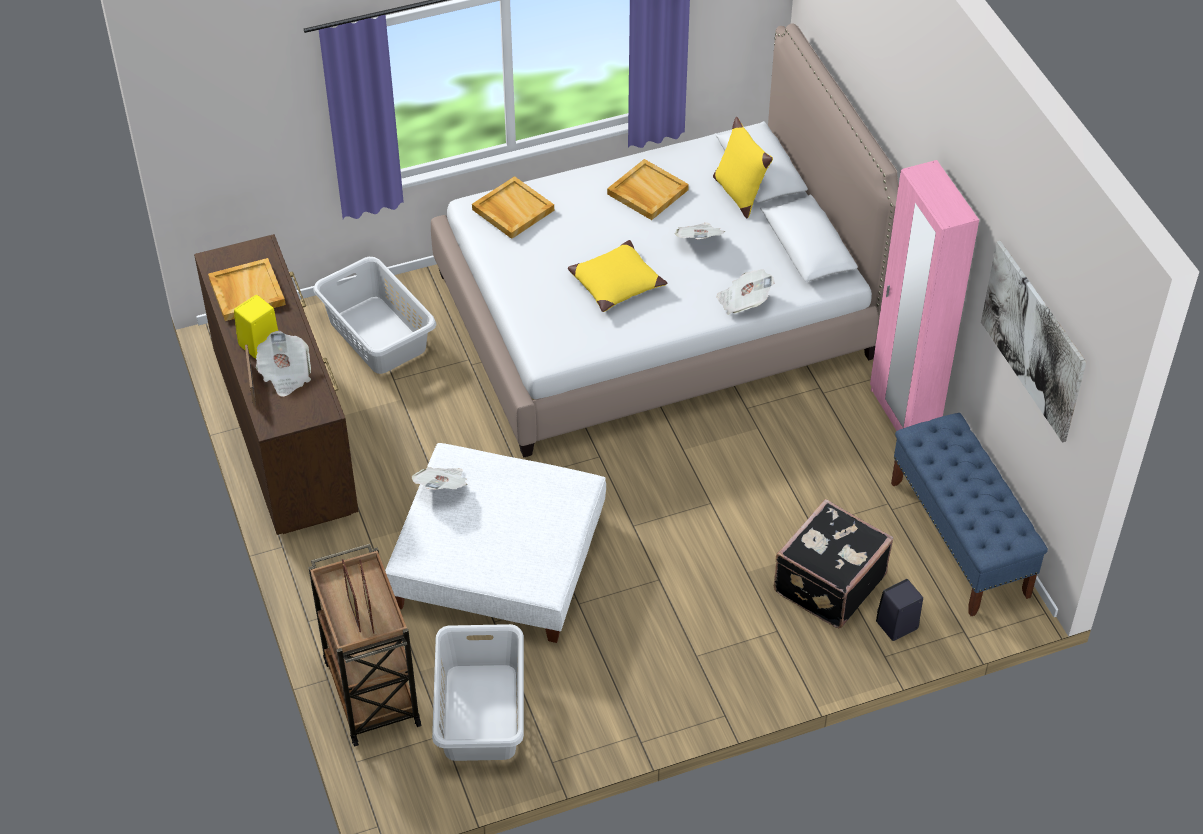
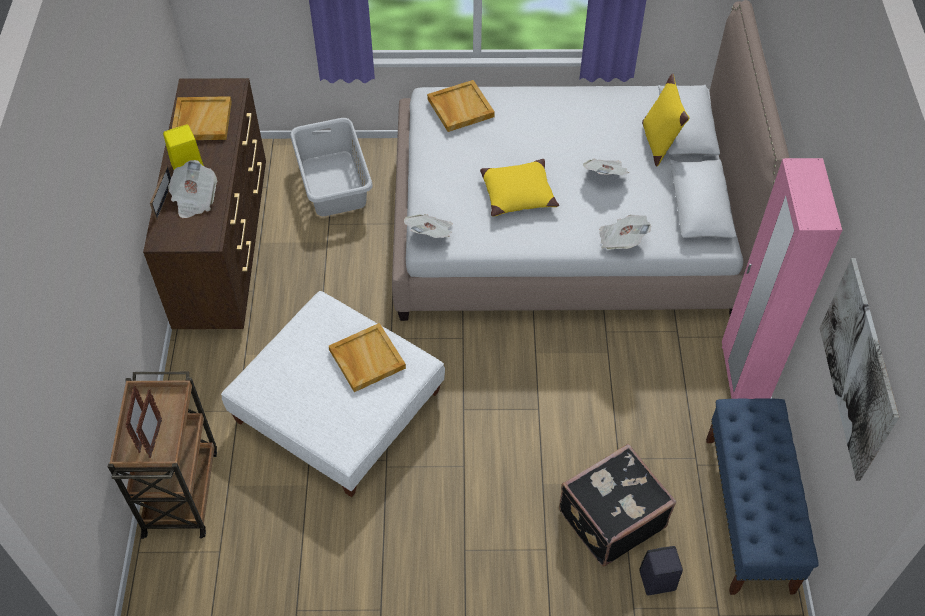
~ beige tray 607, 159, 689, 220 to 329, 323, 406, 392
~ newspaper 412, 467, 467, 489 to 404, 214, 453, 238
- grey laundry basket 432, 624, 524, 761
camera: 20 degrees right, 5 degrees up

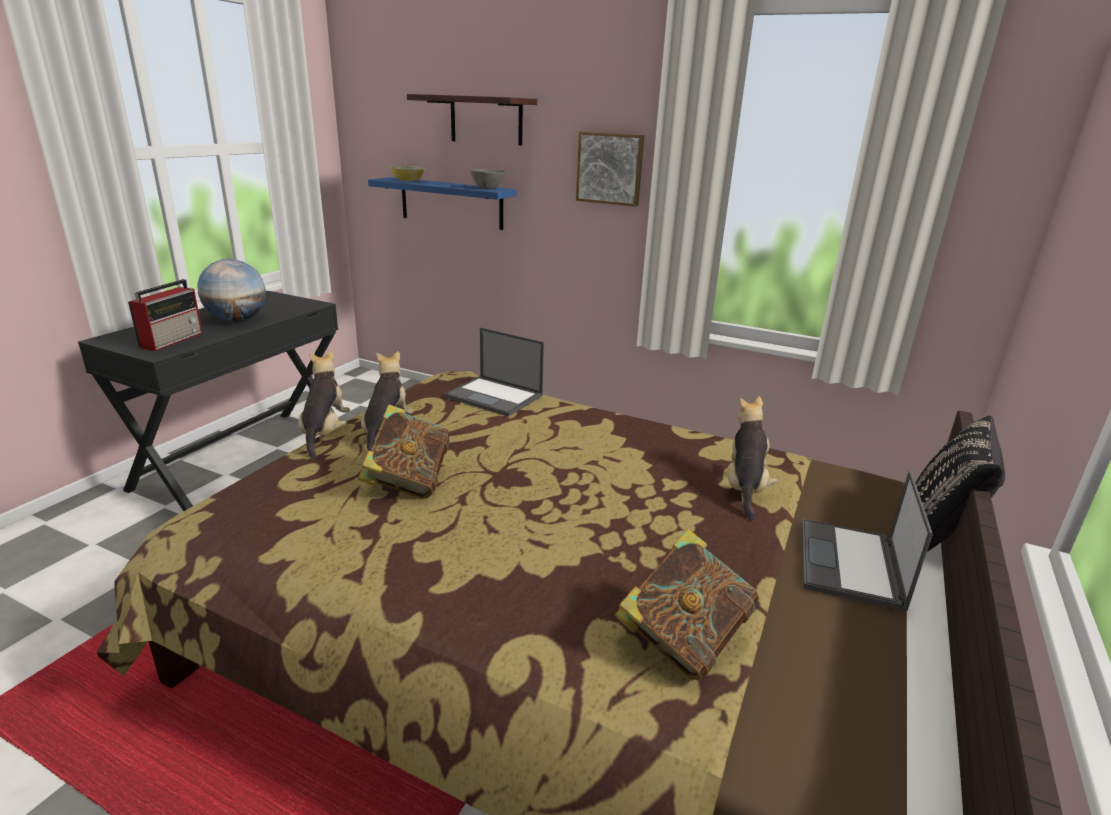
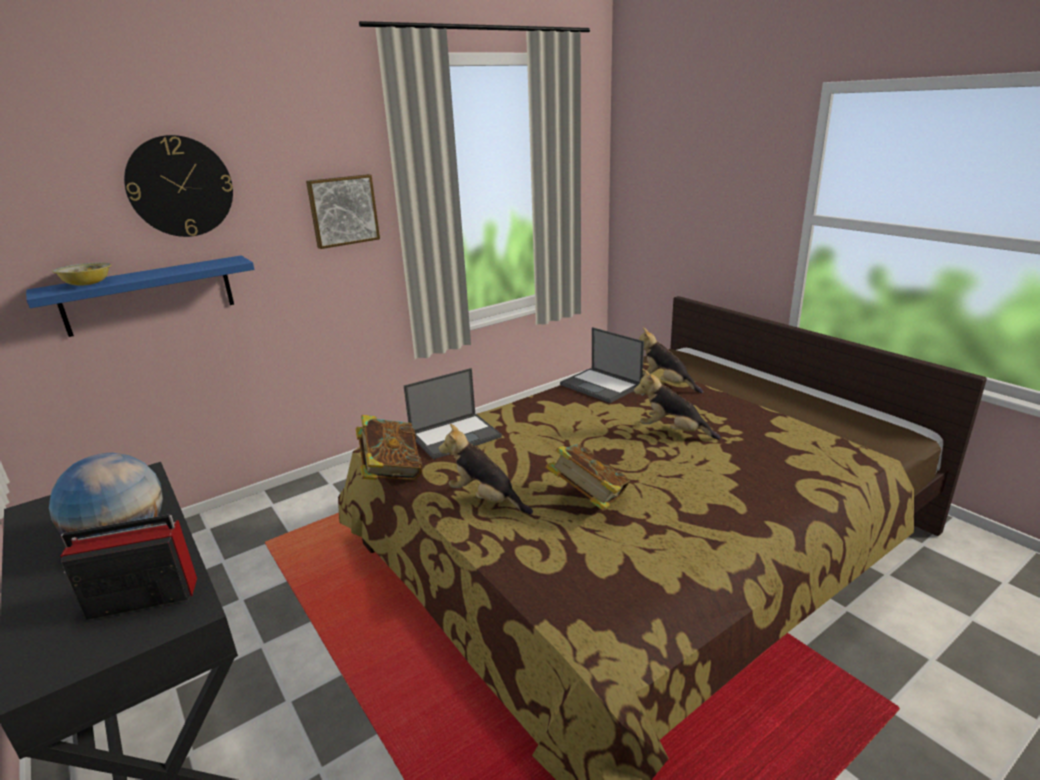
~ shelf 407, 94, 537, 146 to wall clock 124, 135, 233, 237
- grey bowl 470, 169, 506, 189
~ radio 128, 279, 203, 351 = 61, 515, 197, 620 60 degrees counterclockwise
~ plush toy 298, 350, 350, 459 to 634, 369, 721, 439
- black pillow 916, 416, 1005, 552
~ laptop 802, 470, 933, 611 to 560, 327, 644, 403
~ book 615, 529, 759, 680 to 356, 415, 422, 480
camera: 60 degrees left, 0 degrees up

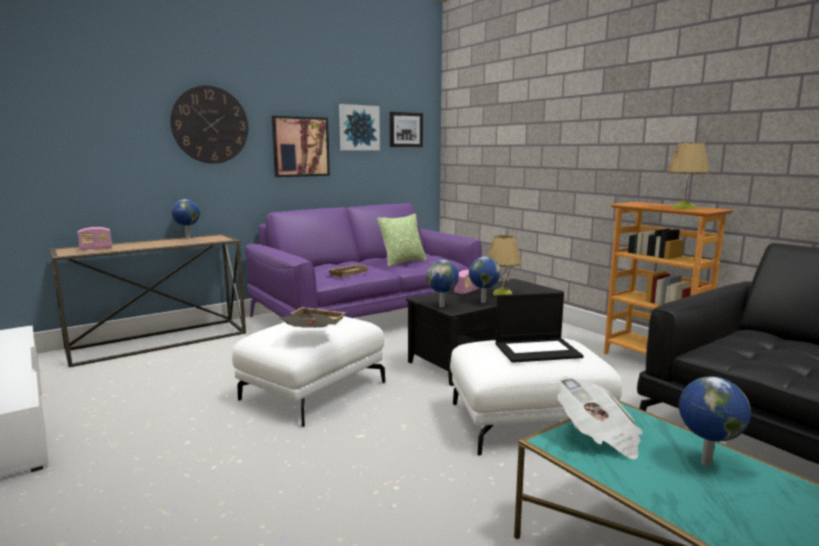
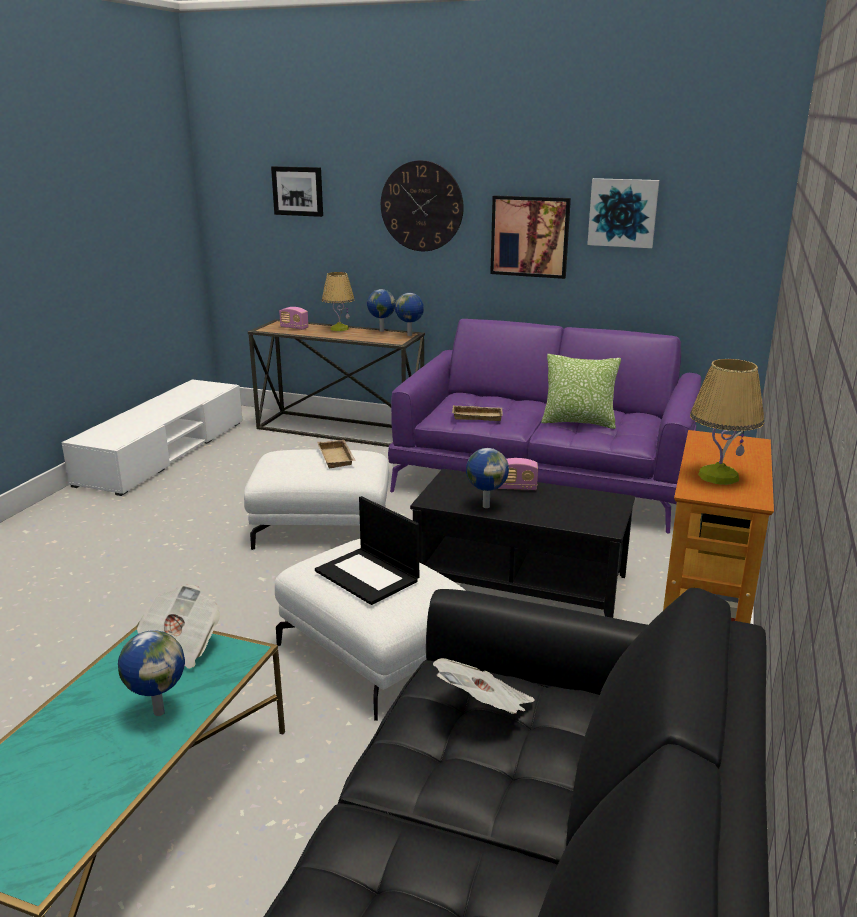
~ picture 390, 112, 423, 147 to 271, 166, 323, 217
~ table lamp 488, 235, 521, 296 to 322, 272, 355, 331
~ globe 426, 260, 459, 308 to 395, 293, 424, 336
~ newspaper 279, 313, 337, 328 to 433, 658, 535, 714
camera: 55 degrees right, 10 degrees up

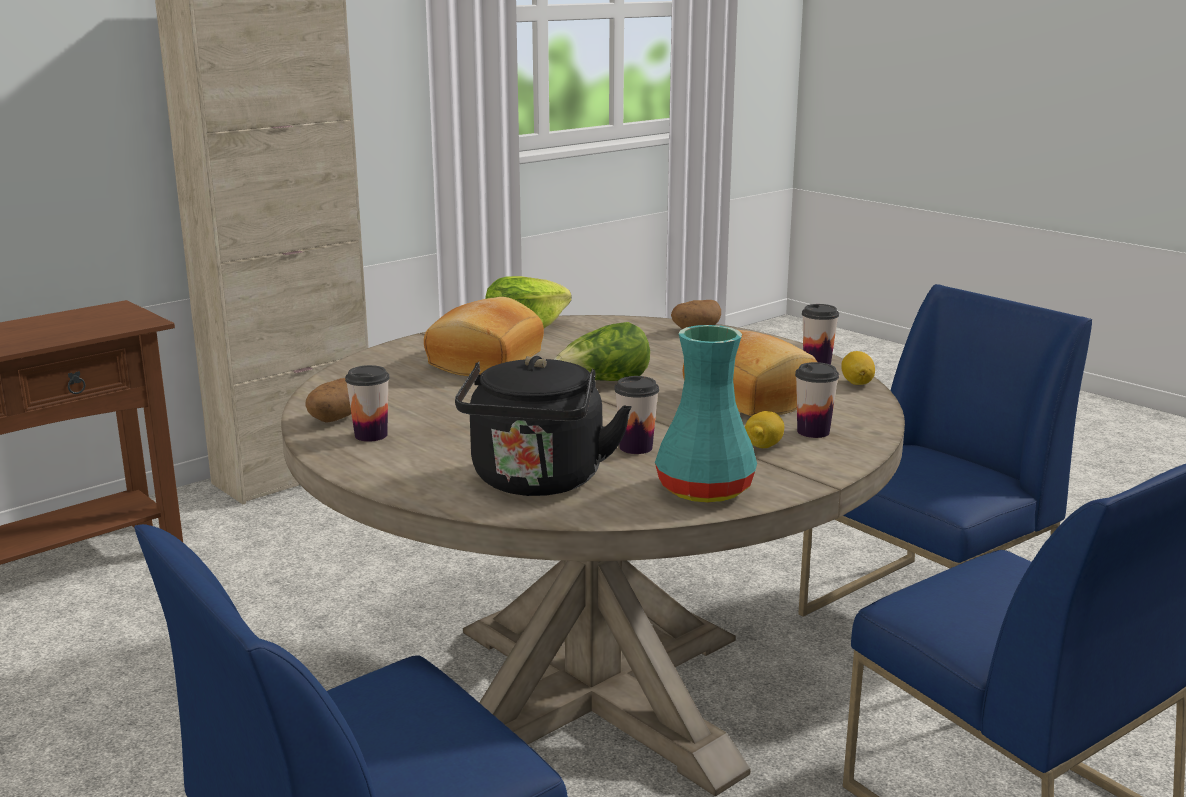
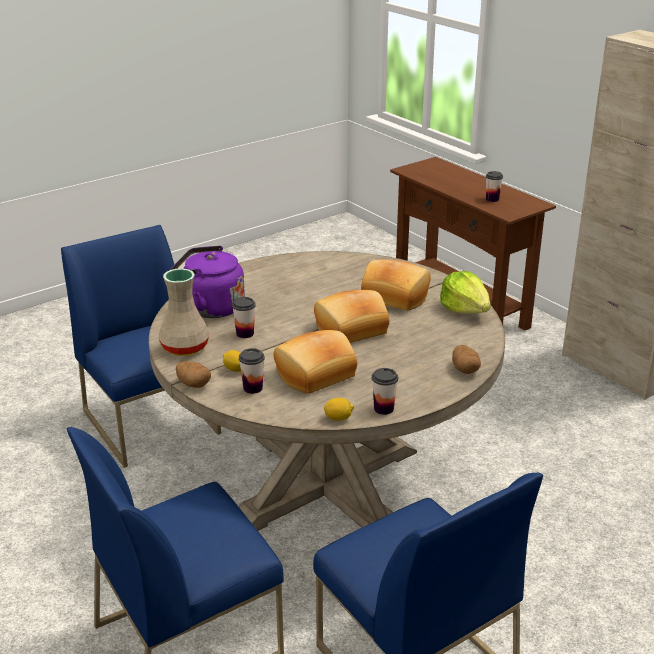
~ lettuce 554, 322, 650, 381 to bread 314, 290, 389, 343
~ turquoise vase 655, 325, 757, 503 to beige vase 159, 268, 209, 356
~ black kettle 455, 356, 632, 496 to purple kettle 170, 245, 245, 318
~ cup 345, 365, 390, 442 to 486, 171, 503, 202
~ potato 305, 378, 351, 423 to 176, 361, 211, 388
camera: 95 degrees right, 10 degrees up

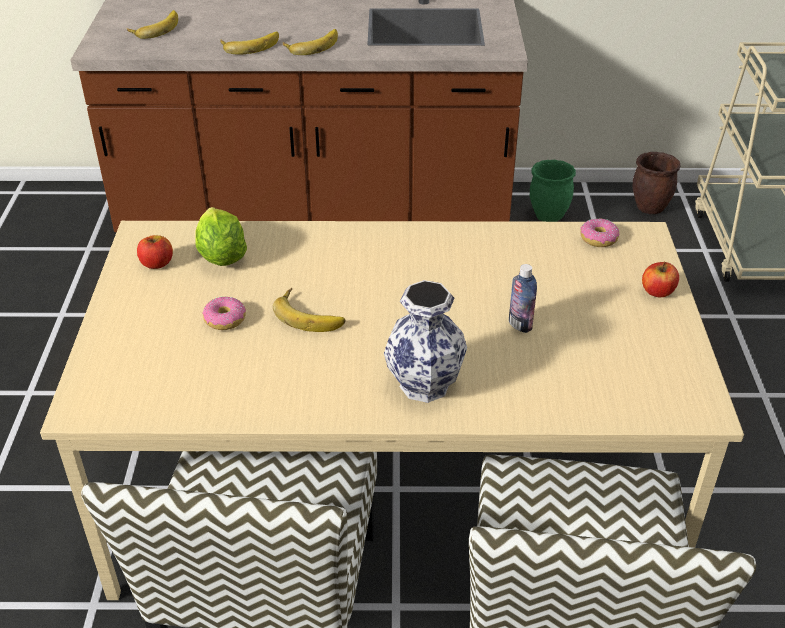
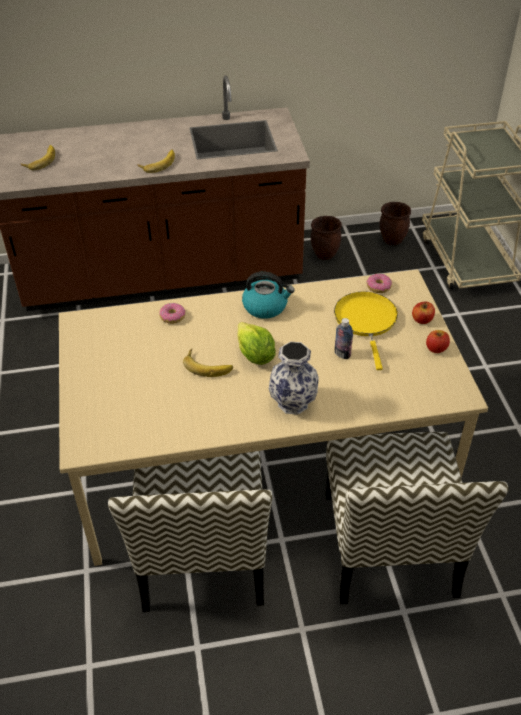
- banana 220, 32, 279, 55
~ green planter 530, 160, 576, 222 to brown planter 311, 216, 342, 260
~ lettuce 195, 207, 247, 266 to 237, 322, 276, 365
~ apple 137, 235, 173, 269 to 426, 330, 450, 353
~ donut 202, 296, 246, 330 to 159, 303, 185, 324
+ kettle 242, 272, 295, 319
+ yellow frying pan 334, 292, 398, 370
camera: 10 degrees left, 5 degrees up

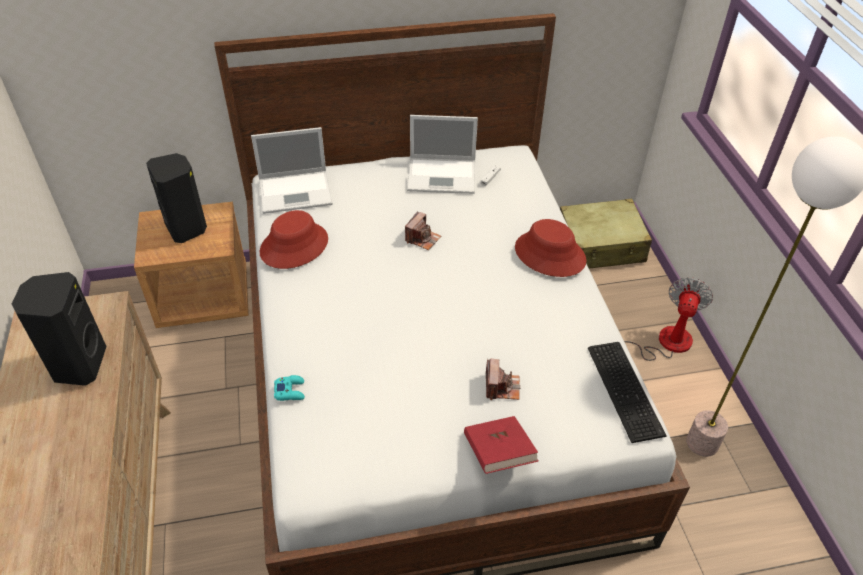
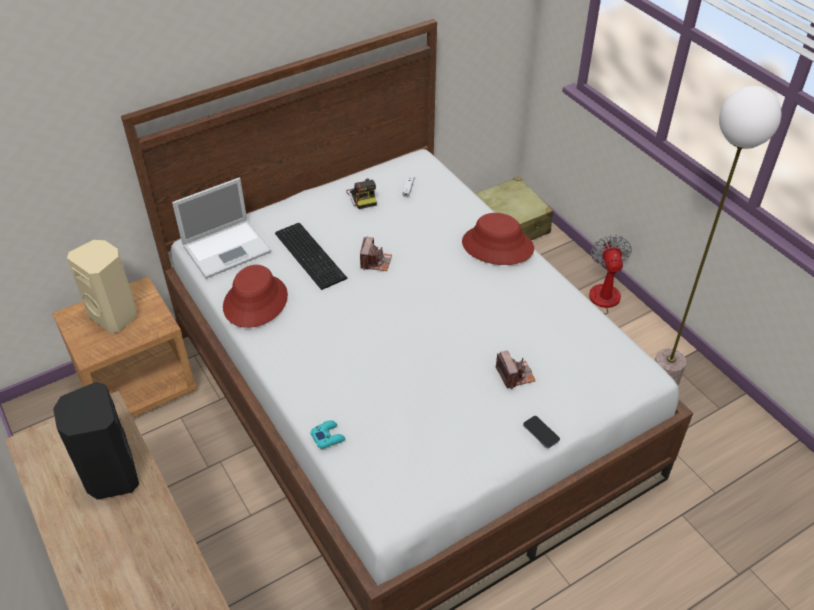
~ laptop 407, 115, 478, 194 to photo camera 346, 178, 377, 209
~ black speaker 146, 153, 207, 243 to beige speaker 67, 240, 137, 333
~ keyboard 588, 342, 666, 443 to 275, 223, 348, 290
~ red book 464, 416, 539, 474 to phone 523, 416, 560, 448
camera: 20 degrees left, 0 degrees up

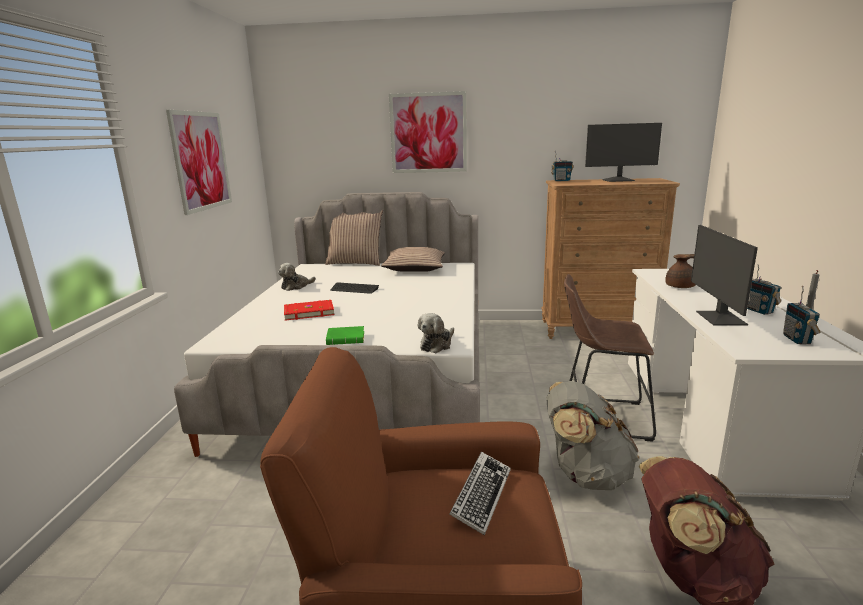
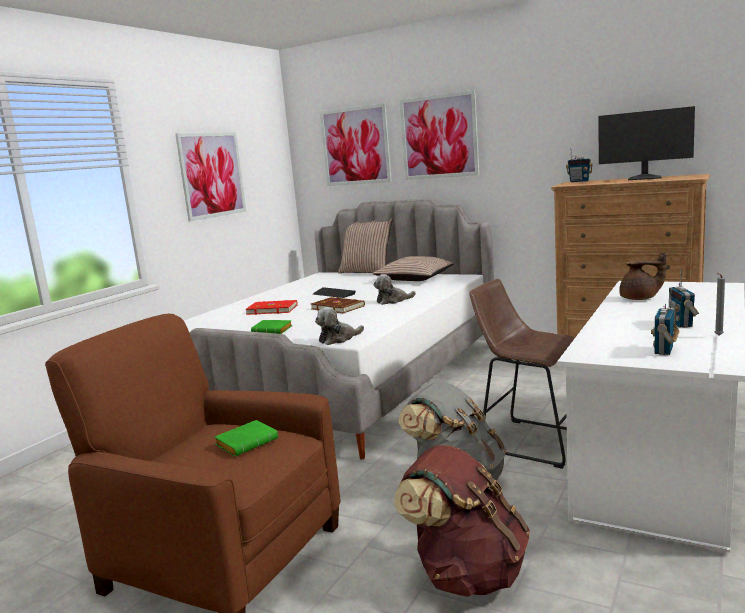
- monitor 691, 225, 758, 326
~ plush toy 278, 263, 316, 291 to 373, 274, 416, 305
~ keyboard 449, 452, 510, 535 to green book 214, 420, 278, 457
+ picture 320, 103, 392, 186
+ brown book 311, 297, 365, 314
camera: 25 degrees right, 5 degrees down

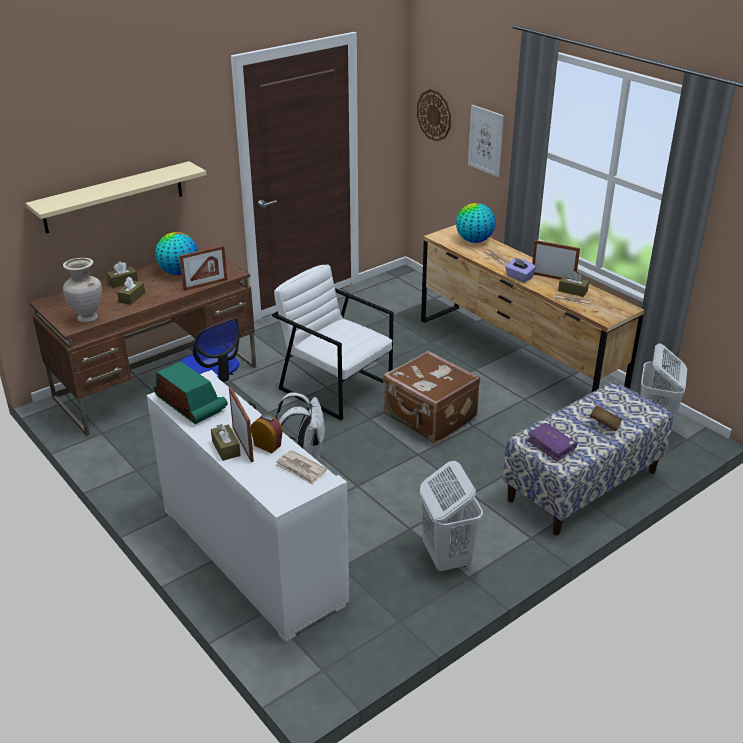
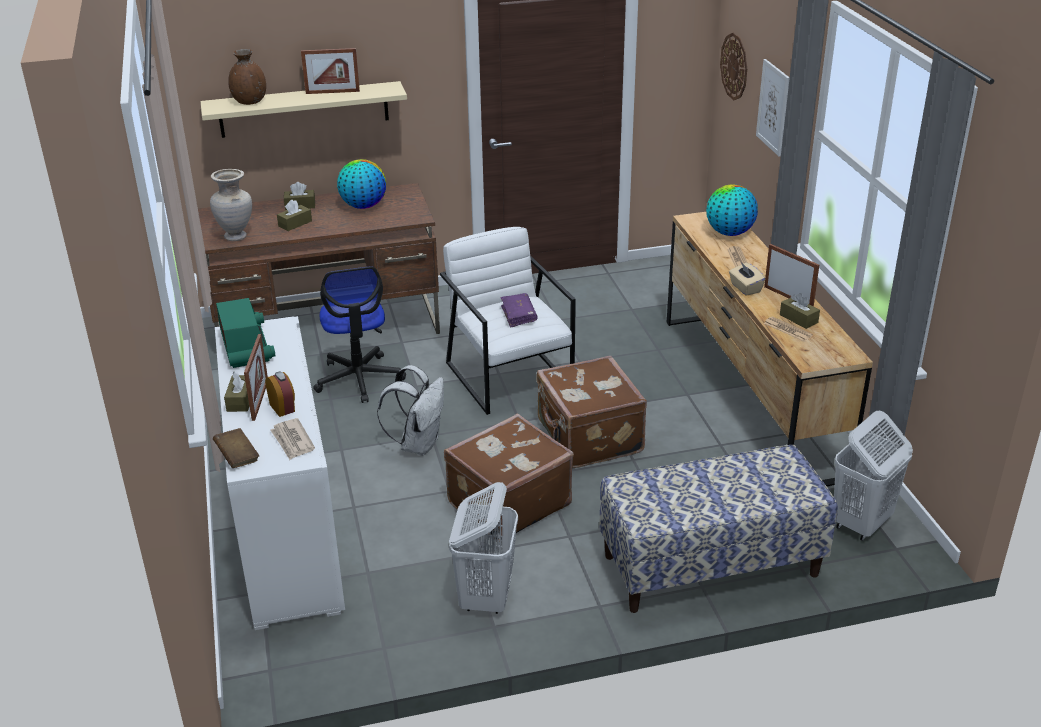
~ picture frame 179, 245, 227, 291 to 301, 48, 360, 94
~ purple tissue box 505, 258, 536, 282 to beige tissue box 729, 262, 765, 296
~ brown book 590, 405, 622, 431 to 213, 428, 259, 468
~ purple book 527, 423, 577, 462 to 501, 293, 538, 328
+ brown vase 228, 49, 266, 105
+ brown suitcase 444, 413, 574, 541
camera: 25 degrees right, 0 degrees up

